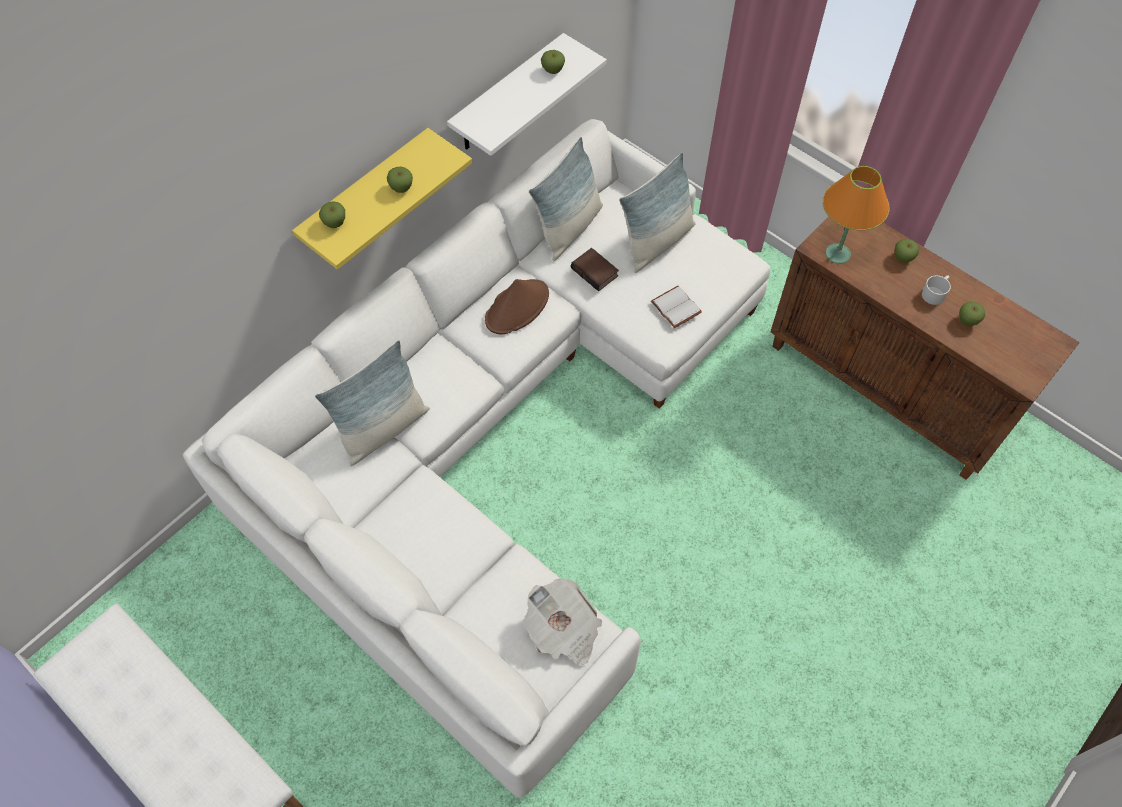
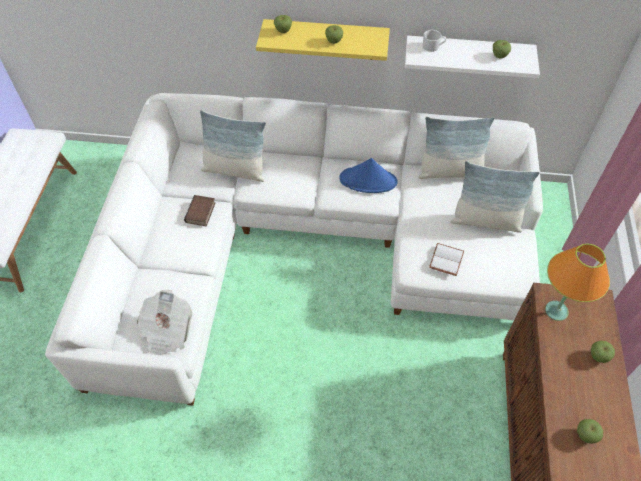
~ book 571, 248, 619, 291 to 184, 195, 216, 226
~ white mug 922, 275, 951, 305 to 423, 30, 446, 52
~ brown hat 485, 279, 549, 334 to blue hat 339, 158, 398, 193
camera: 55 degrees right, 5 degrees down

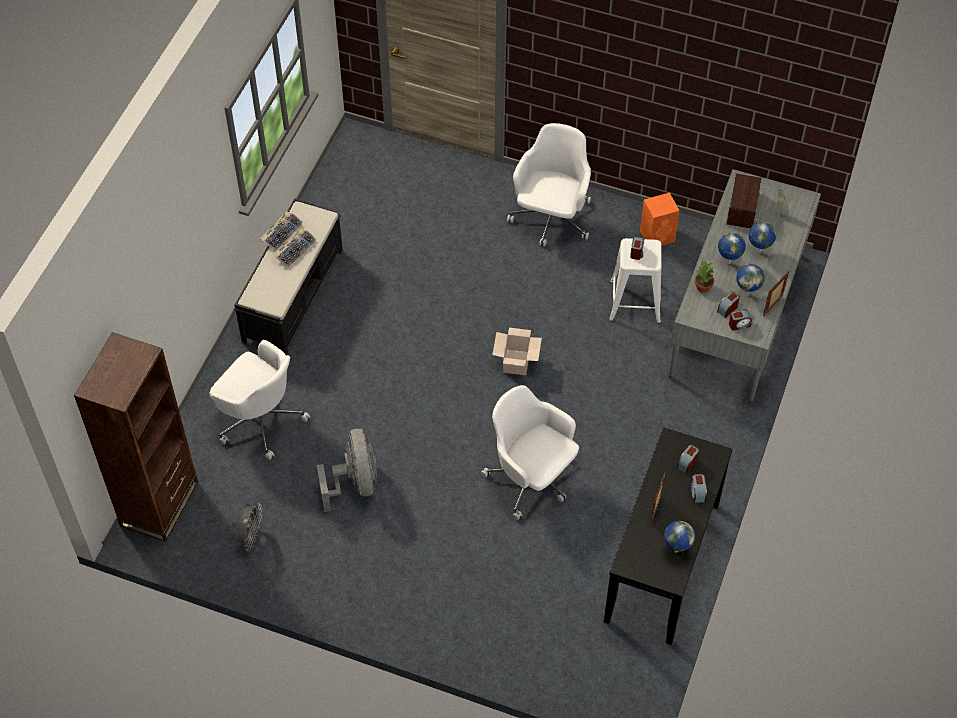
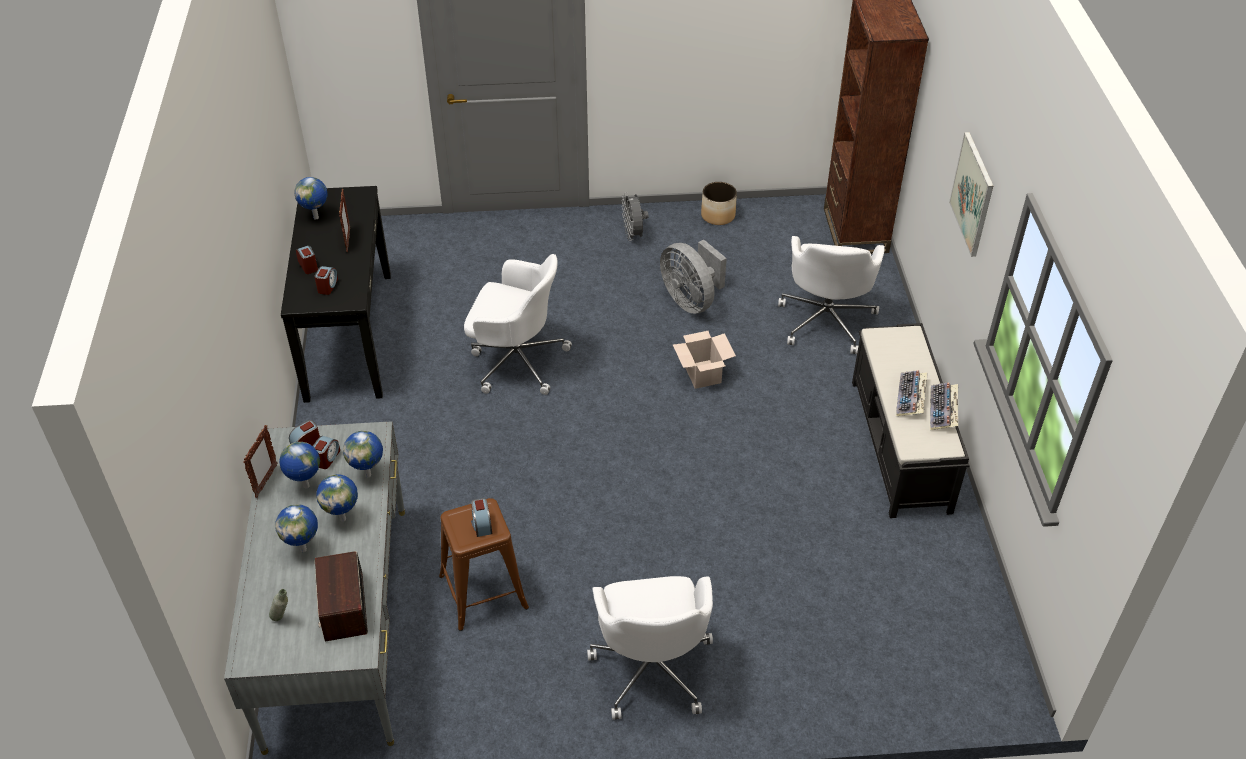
- orange speaker 640, 192, 680, 245
~ white stool 609, 238, 662, 323 to brown stool 439, 498, 529, 631
~ potted plant 695, 260, 715, 293 to globe 343, 431, 383, 478
~ cardboard box 492, 328, 542, 375 to 673, 331, 736, 389
~ white office chair 209, 340, 310, 460 = 778, 236, 885, 354 90 degrees counterclockwise
~ grey fan 233, 503, 262, 551 to 622, 193, 649, 241
+ picture 949, 132, 993, 257
+ planter 701, 182, 737, 225
camera: 155 degrees right, 10 degrees down

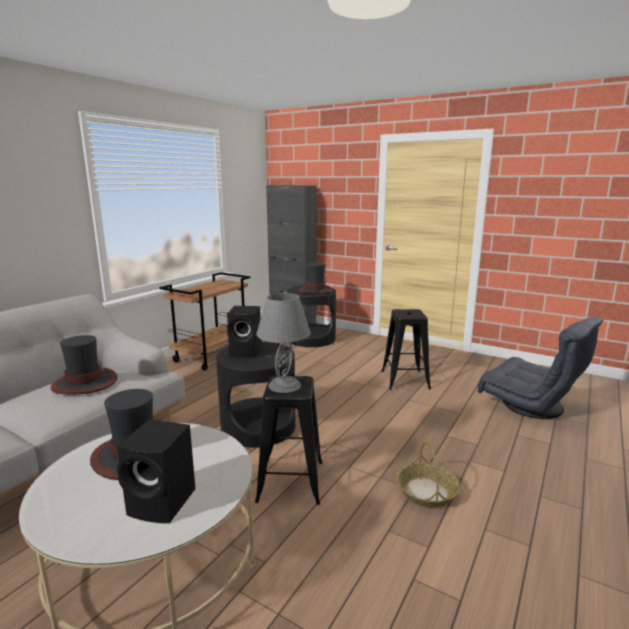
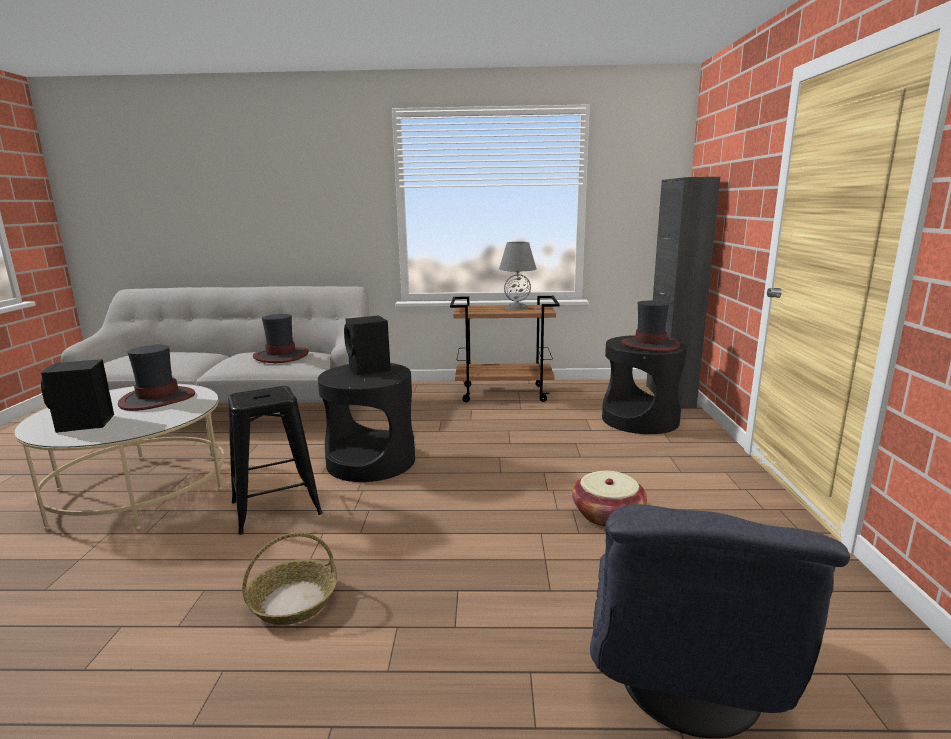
~ grey table lamp 256, 293, 311, 393 to 499, 242, 536, 310
~ black stool 382, 309, 431, 390 to basket 572, 471, 647, 527
camera: 60 degrees right, 0 degrees up

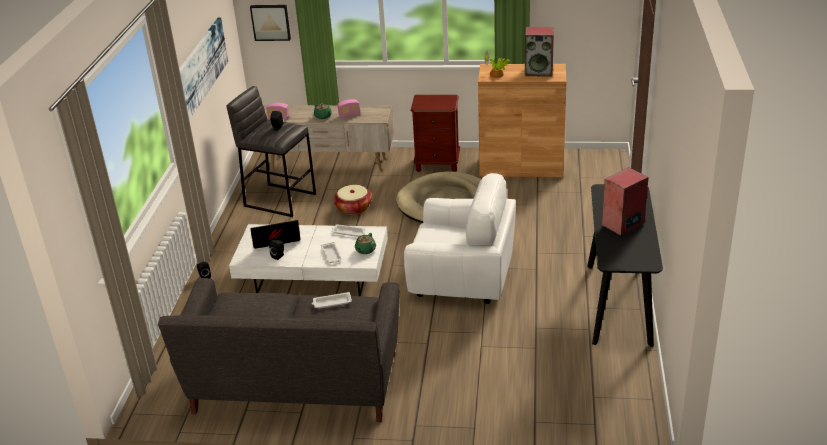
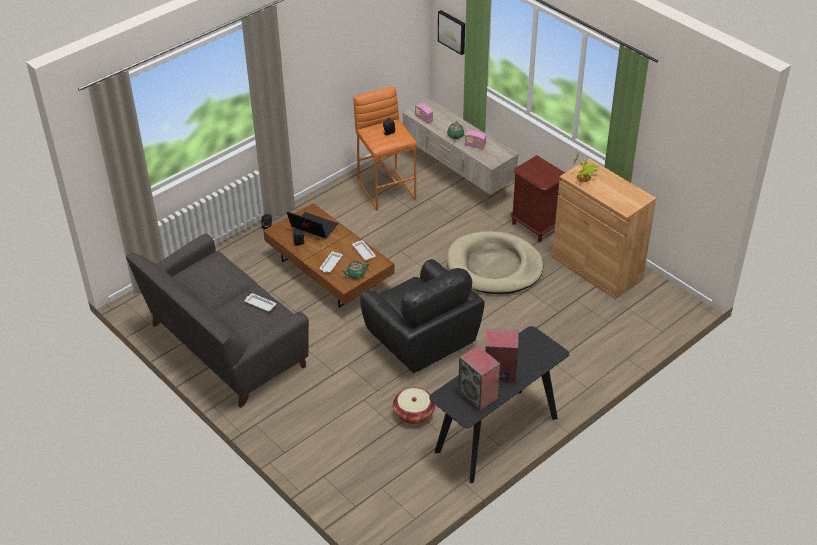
- picture 179, 17, 228, 120
~ speaker 525, 27, 554, 77 to 458, 345, 500, 410
~ grey stool 227, 86, 316, 217 to orange stool 354, 87, 417, 211
~ white armchair 404, 173, 516, 304 to black armchair 360, 259, 485, 373
~ basket 333, 185, 372, 215 to 393, 388, 435, 424
~ white coffee table 229, 224, 388, 296 to brown coffee table 263, 203, 395, 308
camera: 40 degrees right, 10 degrees up

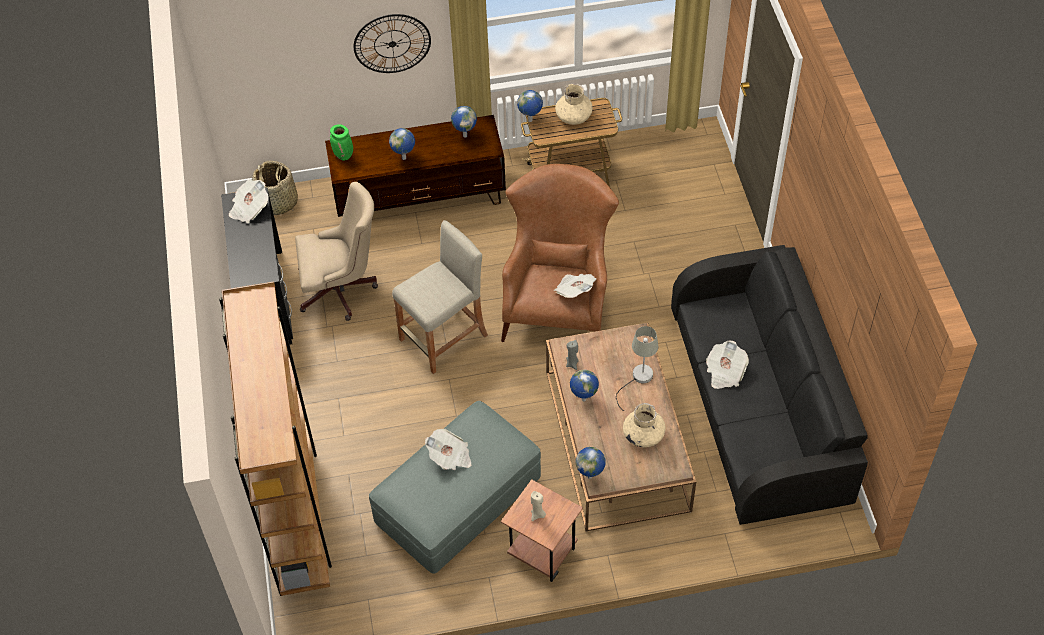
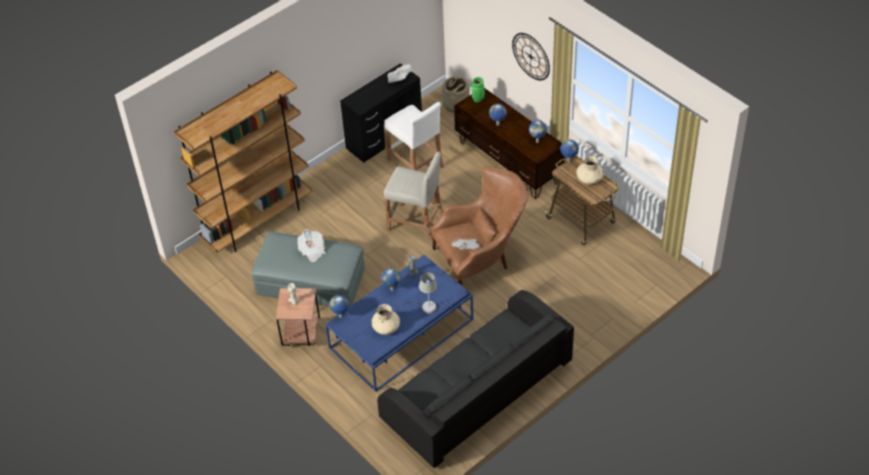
~ beige office chair 295, 182, 378, 321 to white stool 384, 102, 444, 171
~ brown coffee table 546, 323, 696, 532 to blue coffee table 325, 255, 473, 392
- newspaper 706, 340, 749, 389
camera: 60 degrees right, 5 degrees down

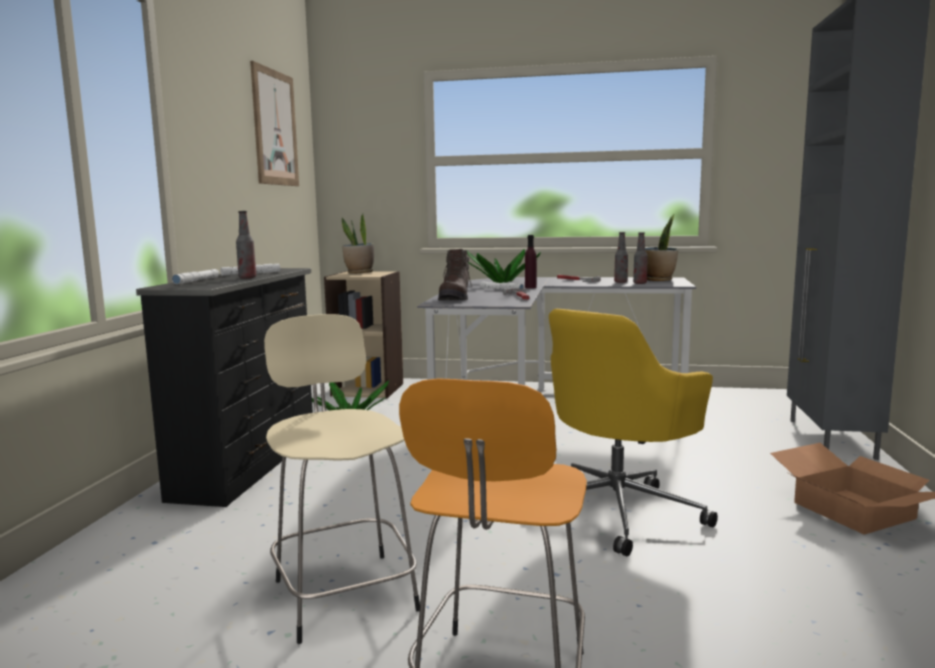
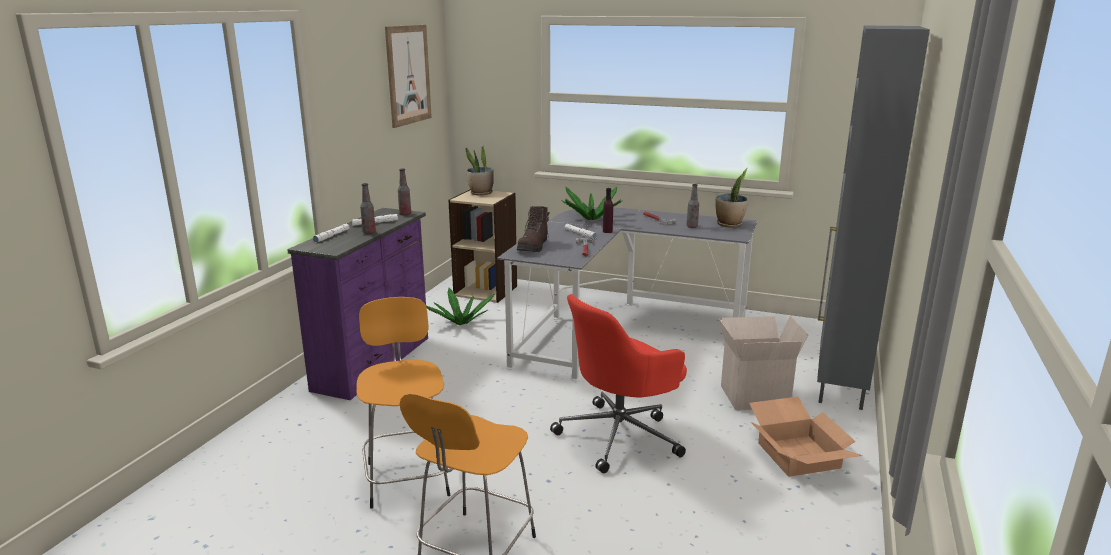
~ bottle 633, 232, 648, 284 to 398, 169, 411, 215
~ black dresser 136, 268, 313, 507 to purple dresser 287, 208, 428, 400
~ yellow office chair 549, 309, 718, 556 to red office chair 550, 294, 687, 473
~ beige stool 264, 314, 420, 644 to orange stool 356, 297, 450, 508
+ cardboard box 719, 316, 809, 410
camera: 10 degrees right, 10 degrees up

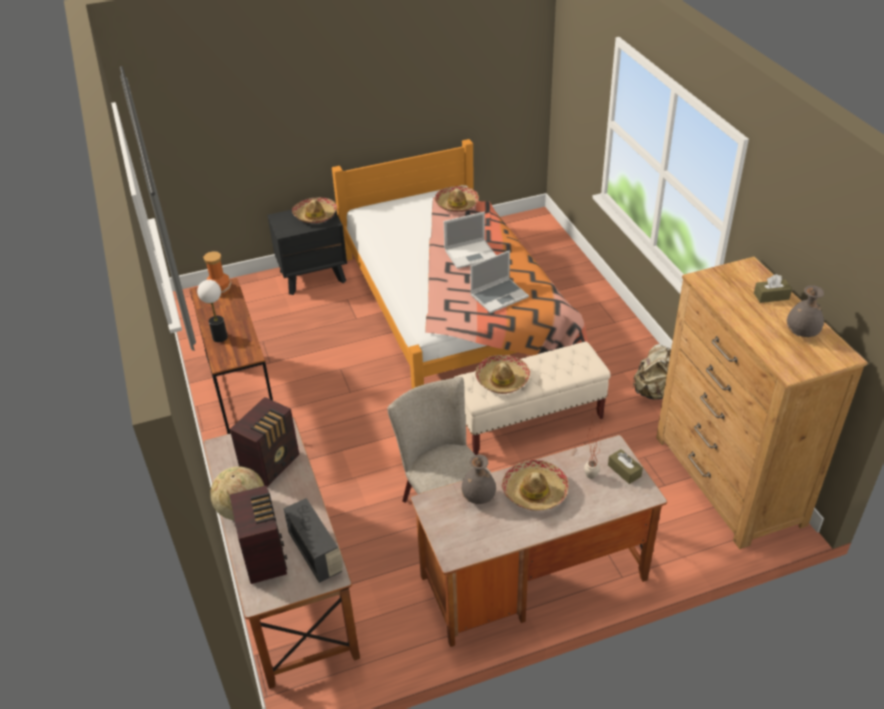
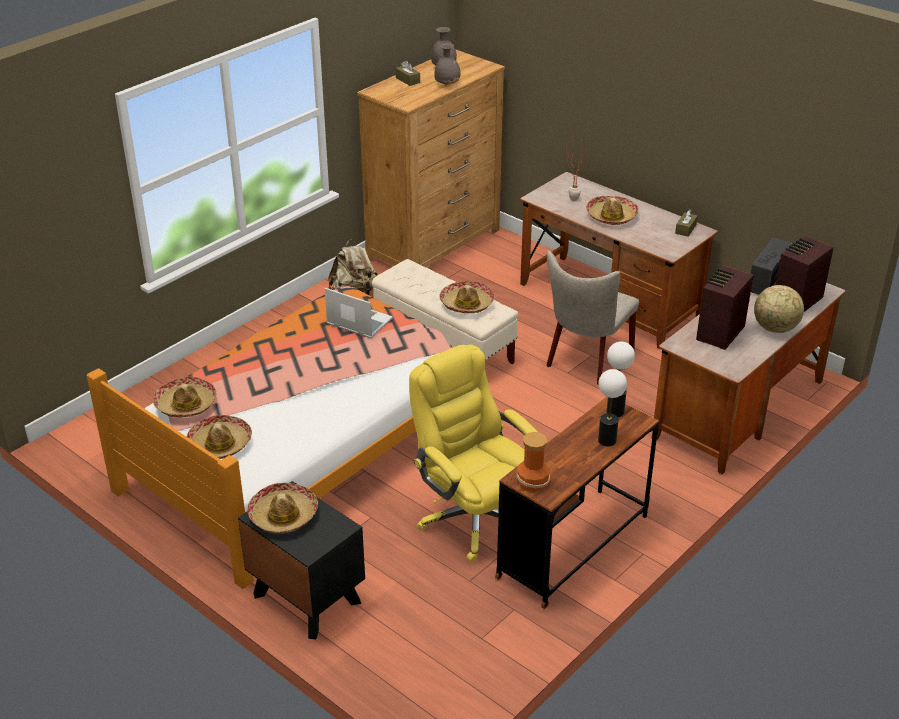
- laptop 444, 212, 496, 269
~ radio 230, 397, 299, 487 = 696, 266, 754, 350 60 degrees counterclockwise
~ brown tissue box 608, 449, 643, 484 to 675, 210, 697, 237
~ grey vase 461, 455, 496, 504 to 435, 43, 461, 85
+ table lamp 607, 341, 635, 417
+ yellow office chair 409, 344, 538, 562
+ hat 187, 415, 252, 459
camera: 120 degrees left, 5 degrees down

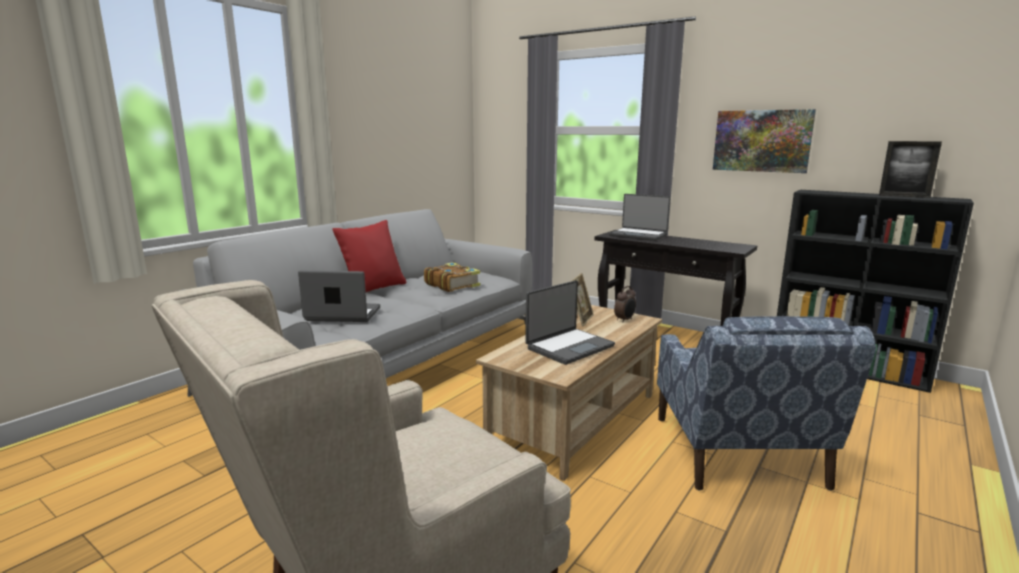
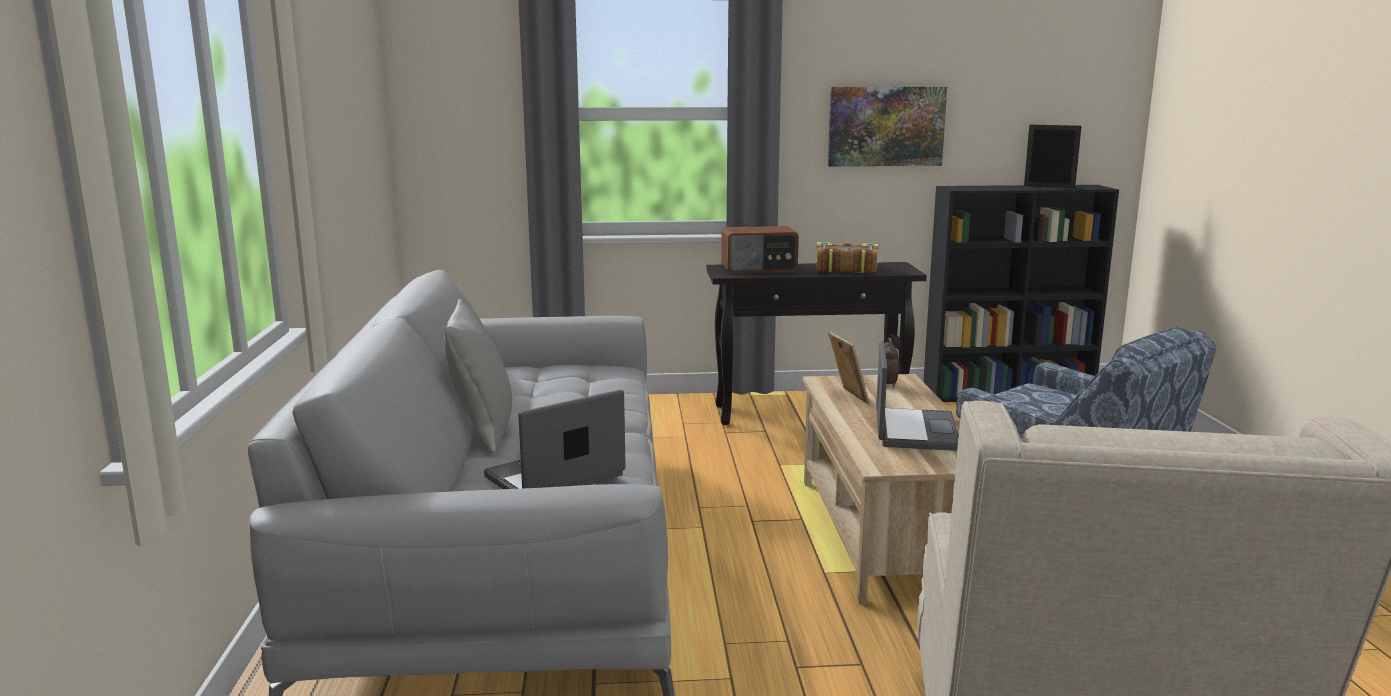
~ picture frame 879, 141, 942, 198 = 1024, 125, 1082, 188 135 degrees counterclockwise
~ laptop 609, 194, 671, 241 to radio 721, 226, 799, 273
~ red pillow 332, 220, 406, 292 to grey pillow 443, 299, 512, 453
~ book 424, 262, 480, 292 to 816, 242, 878, 274
camera: 40 degrees left, 0 degrees up

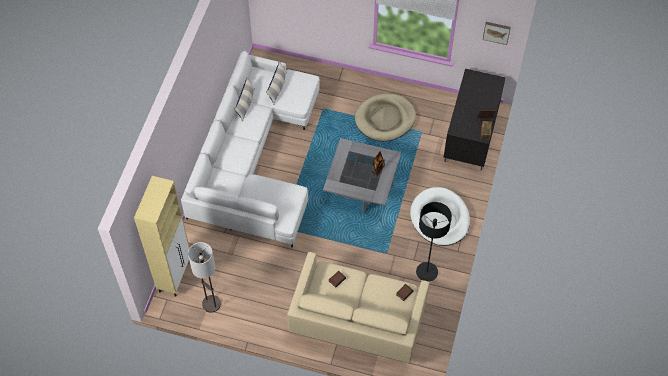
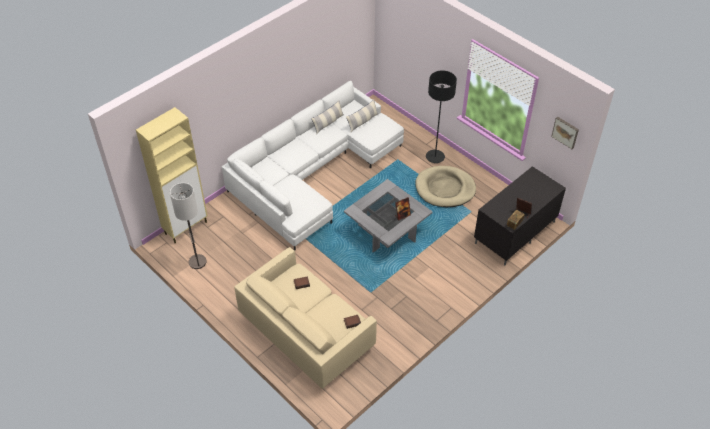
- white dog bed 410, 187, 470, 246
~ black floor lamp 416, 202, 452, 282 to 426, 70, 457, 163
camera: 30 degrees right, 10 degrees down

